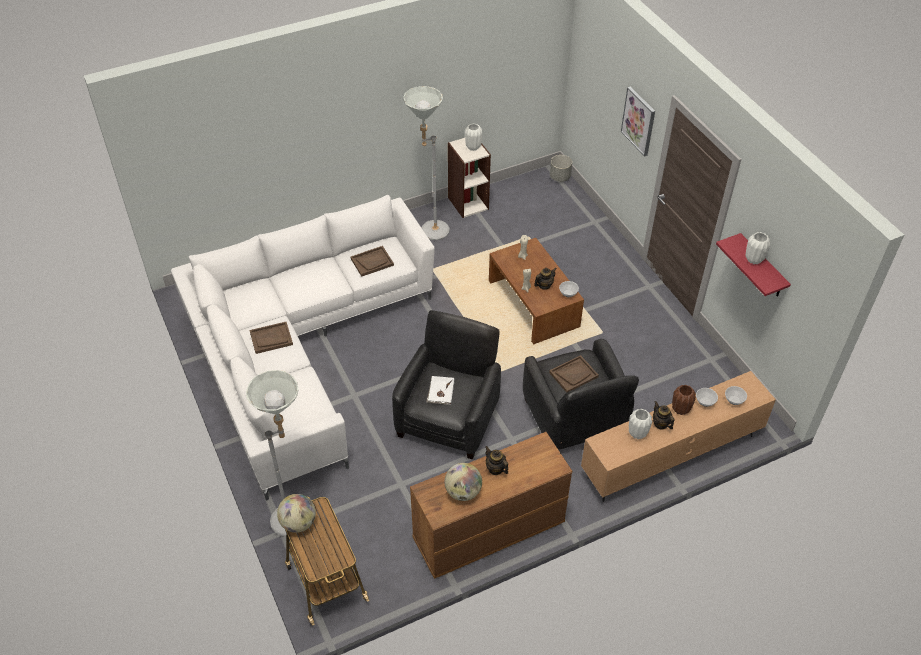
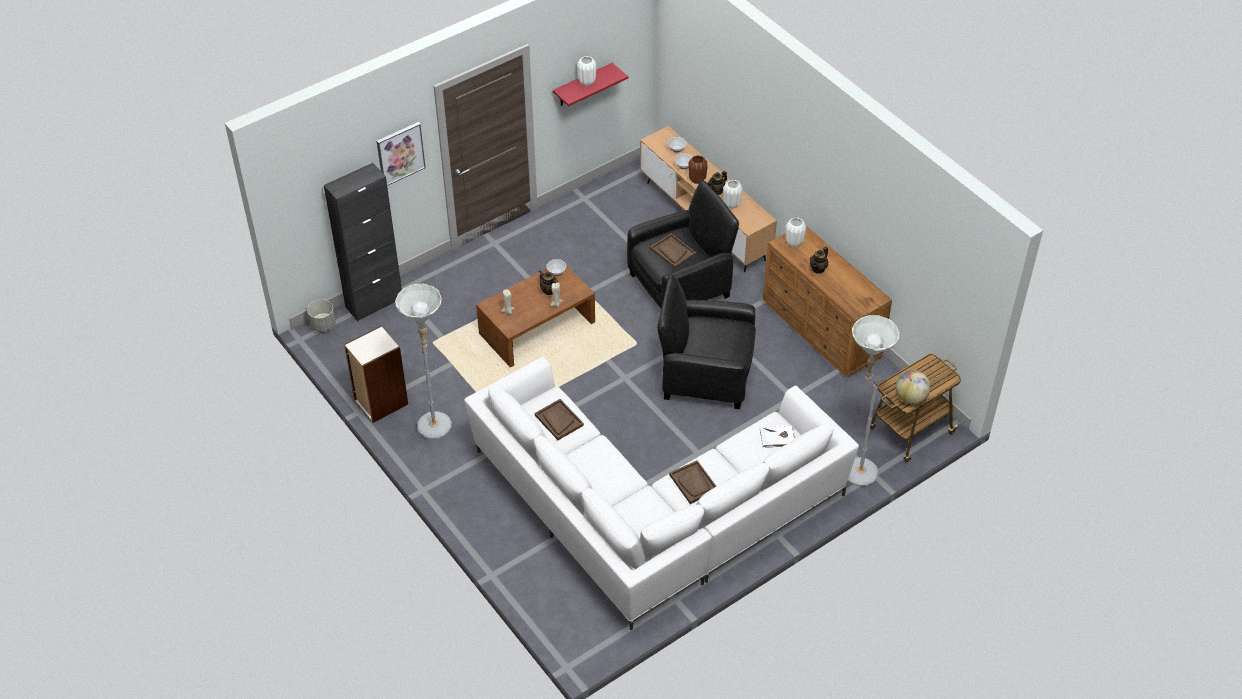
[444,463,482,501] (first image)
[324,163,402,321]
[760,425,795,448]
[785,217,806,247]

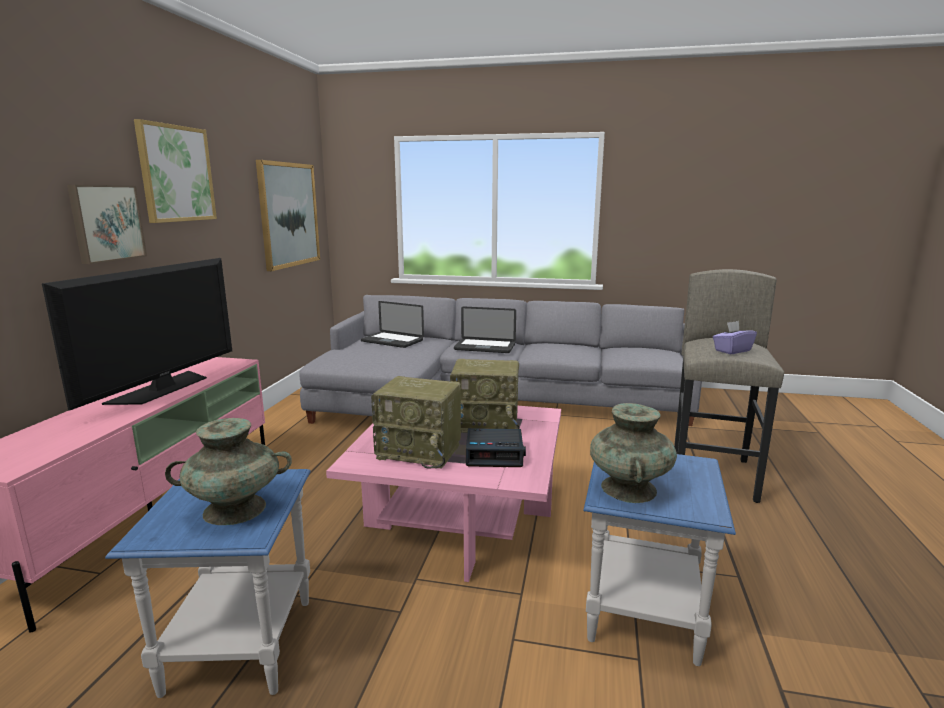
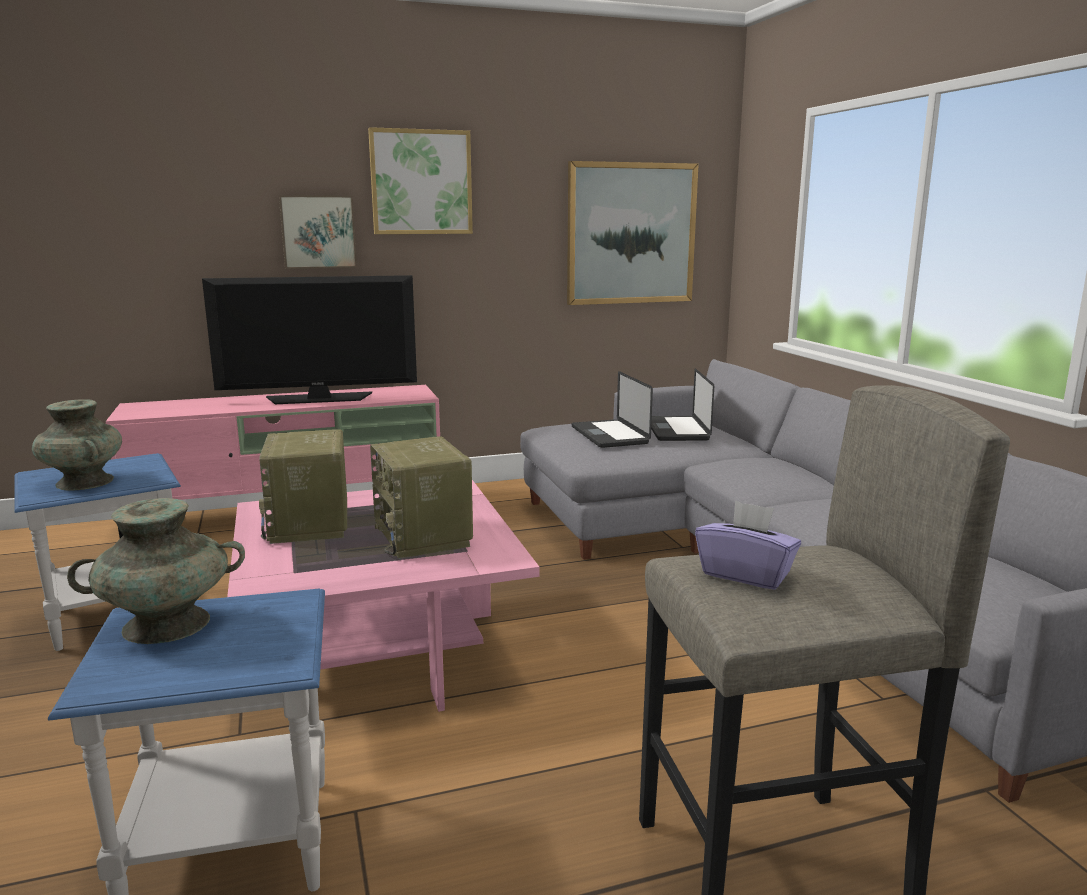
[466,428,526,467] (first image)
[572,371,653,448]

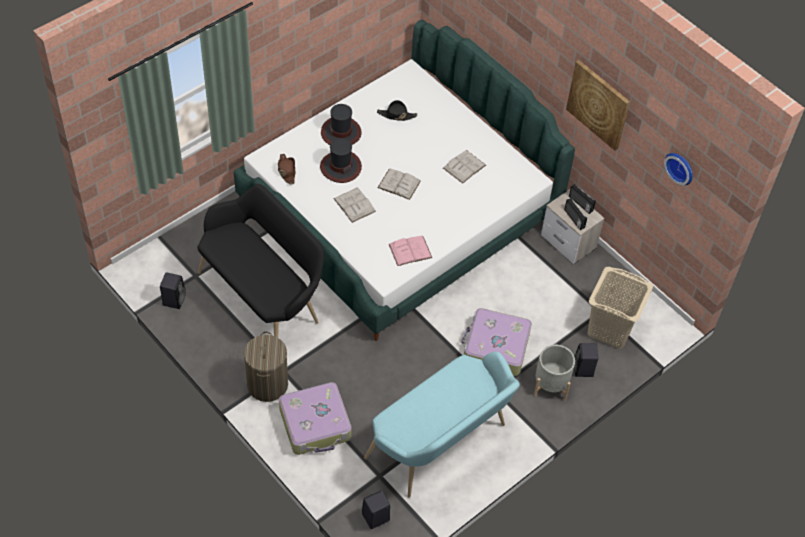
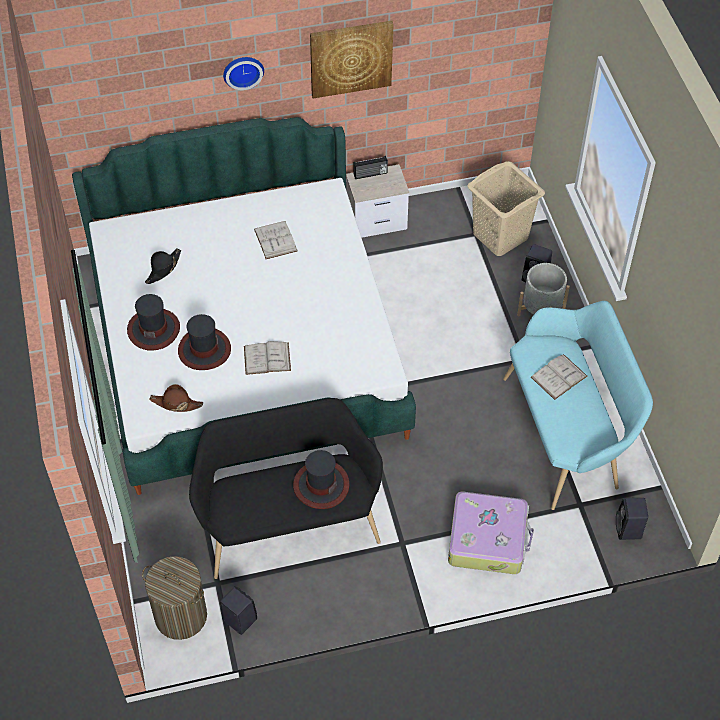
[389,236,432,266] (first image)
[461,308,532,376] (first image)
[564,198,587,230] (first image)
[293,450,349,509]
[142,556,207,640]
[531,354,588,400]
[223,57,264,90]

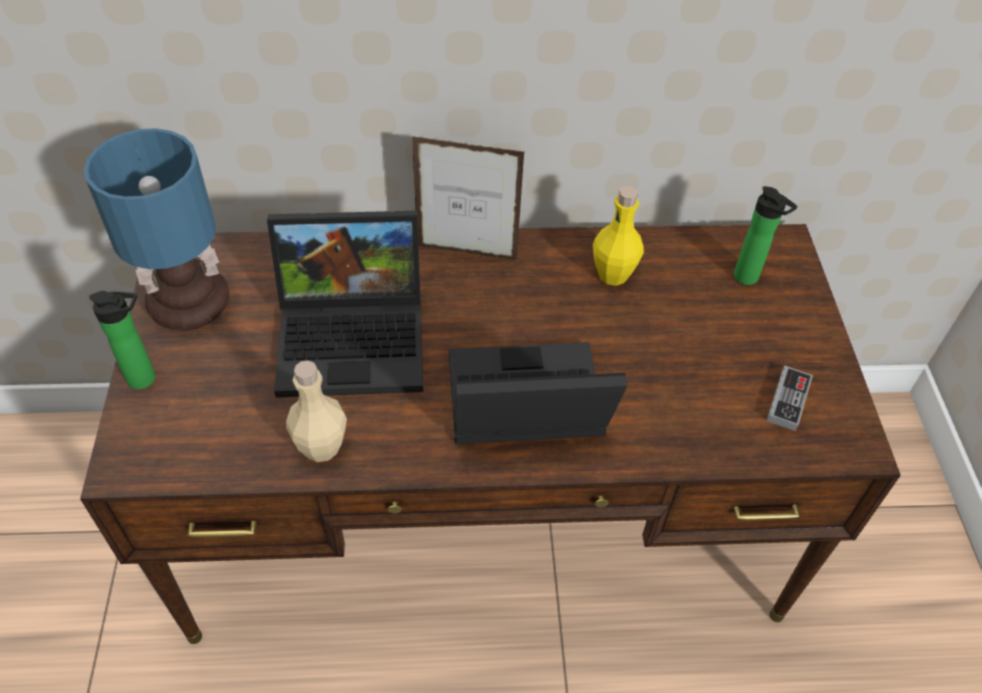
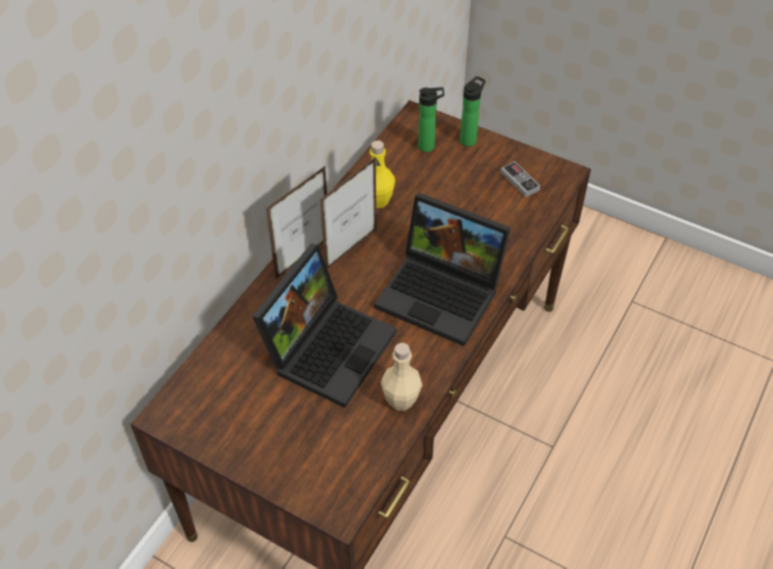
[84,128,229,331] (first image)
[320,157,377,269]
[460,76,486,147]
[374,193,511,346]

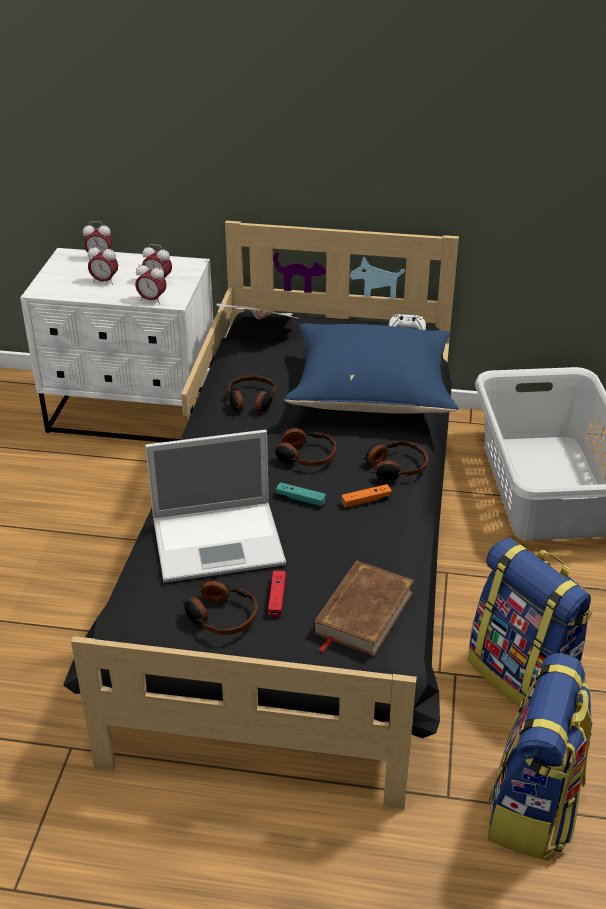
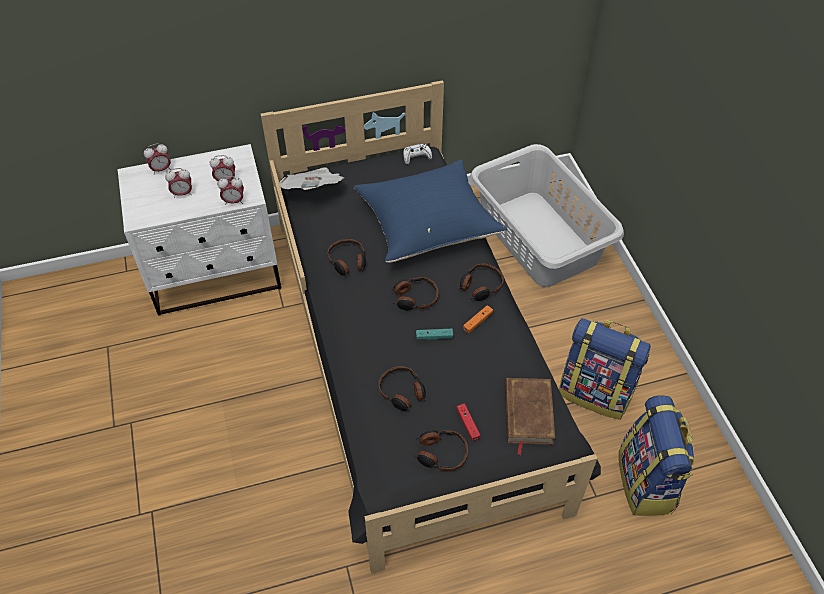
[379,366,426,411]

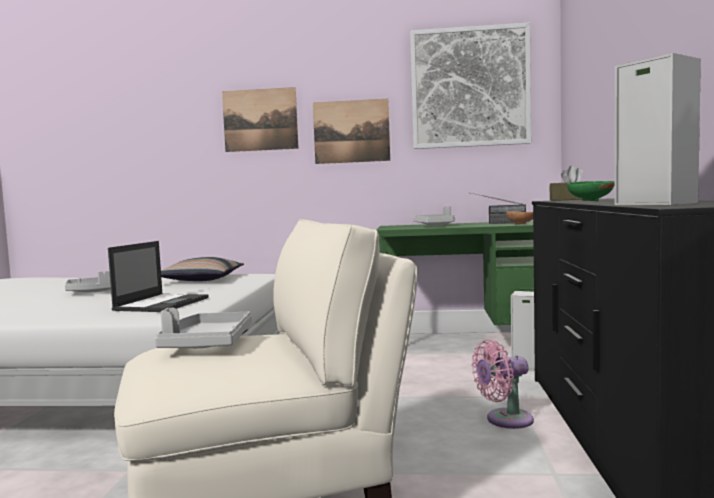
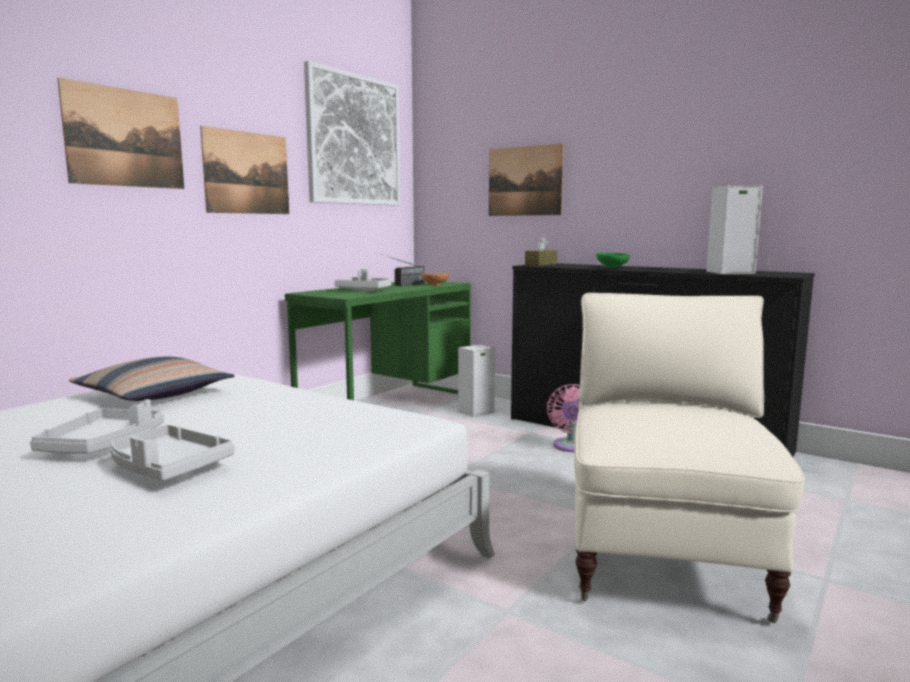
[108,241,209,312] (first image)
[489,143,564,216]
[110,424,235,481]

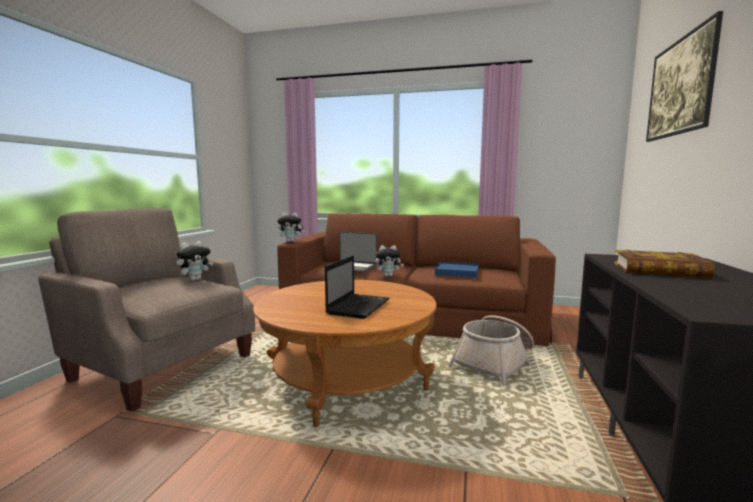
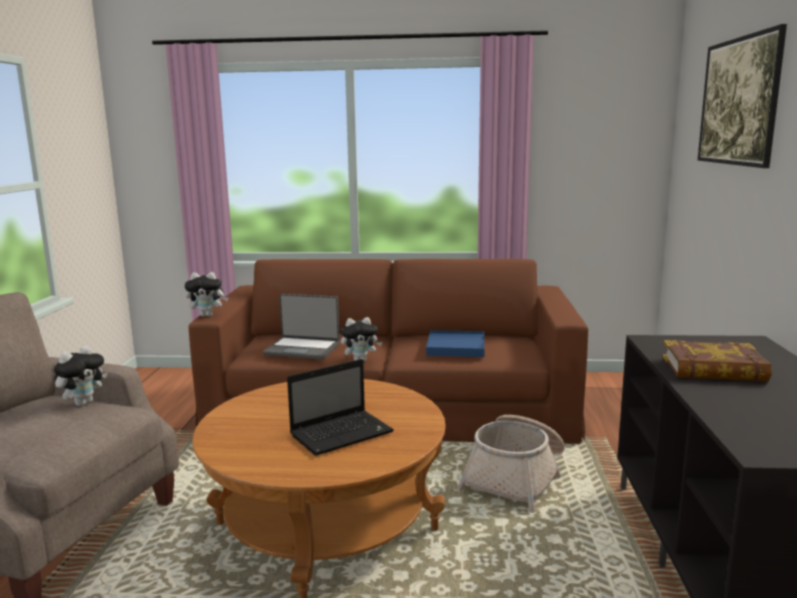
[287,359,394,456]

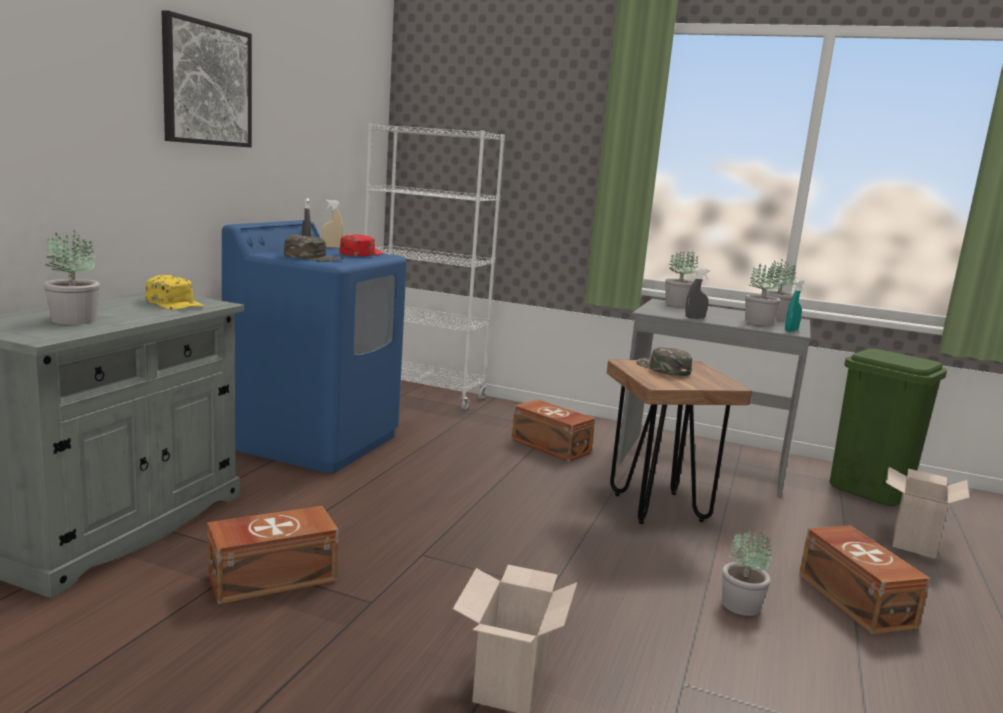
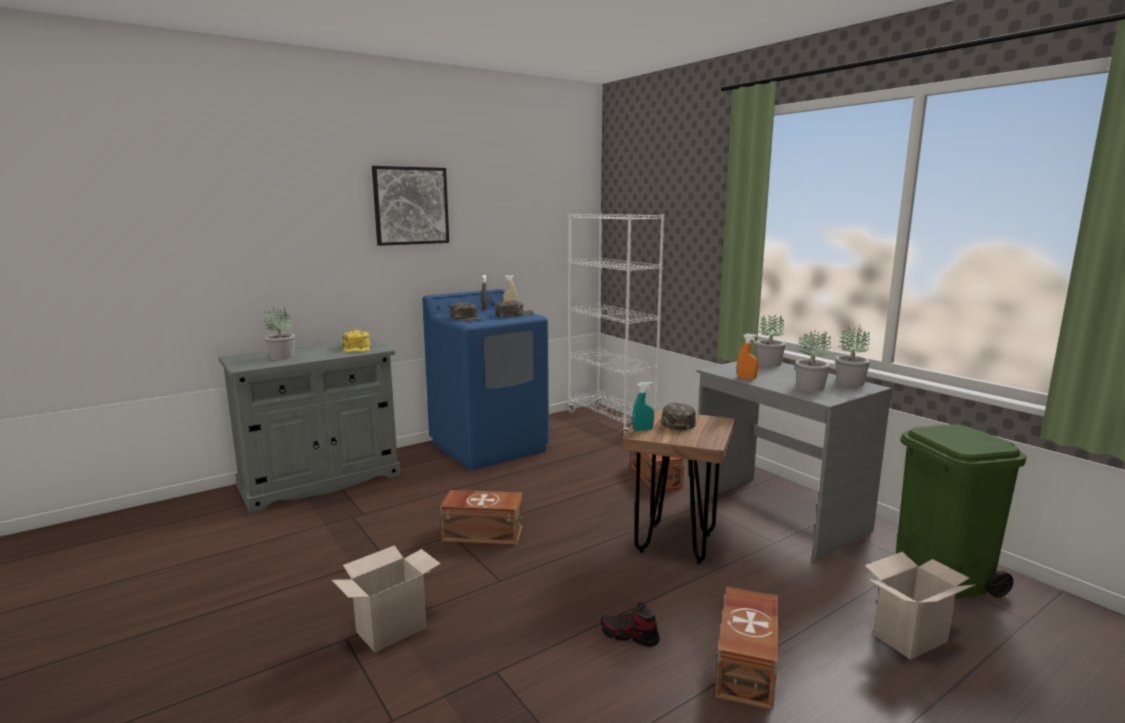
[440,490,523,545]
[632,382,654,431]
[601,603,660,647]
[496,300,534,317]
[737,334,758,380]

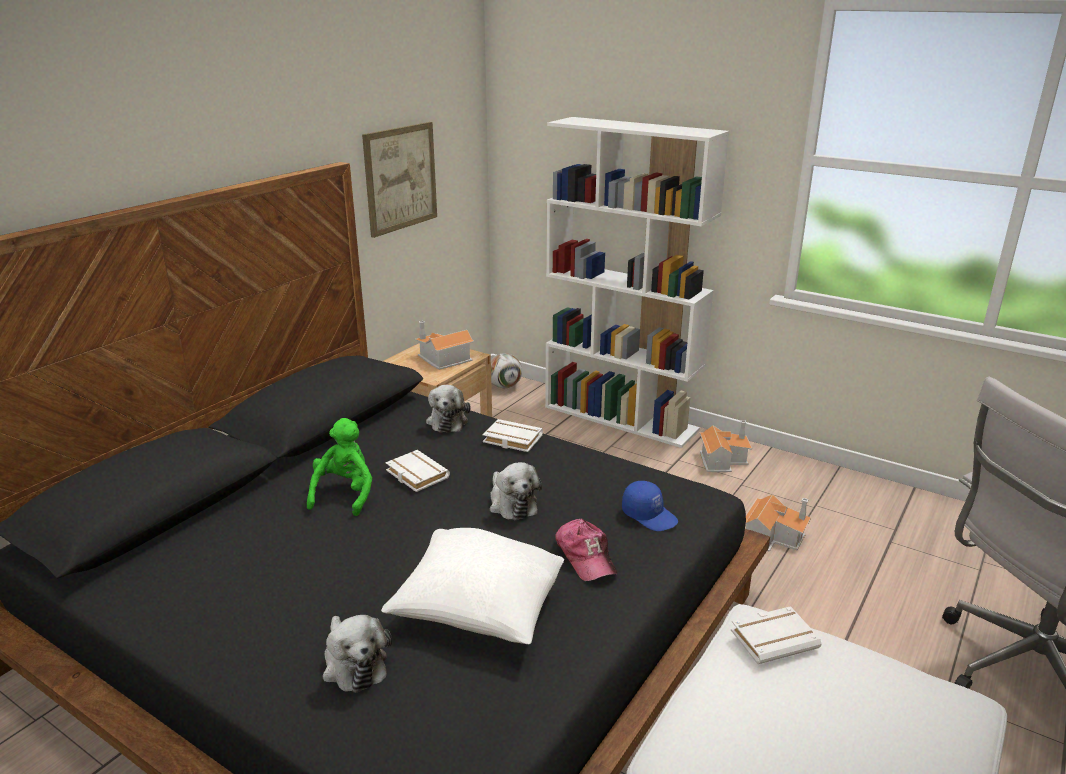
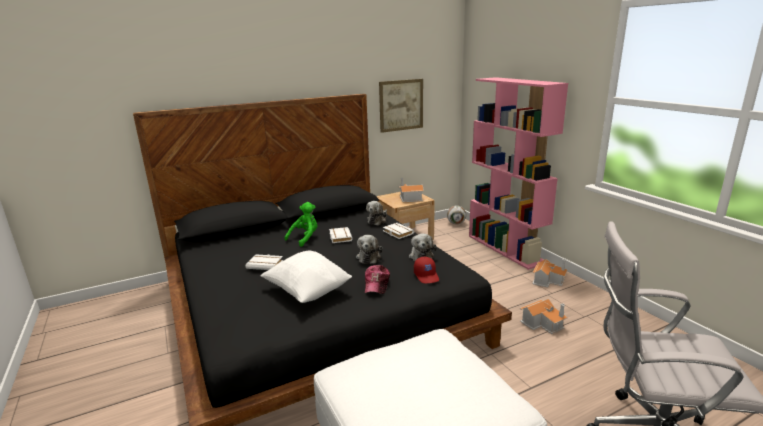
[409,233,437,262]
[246,254,283,270]
[469,77,568,270]
[414,257,439,283]

